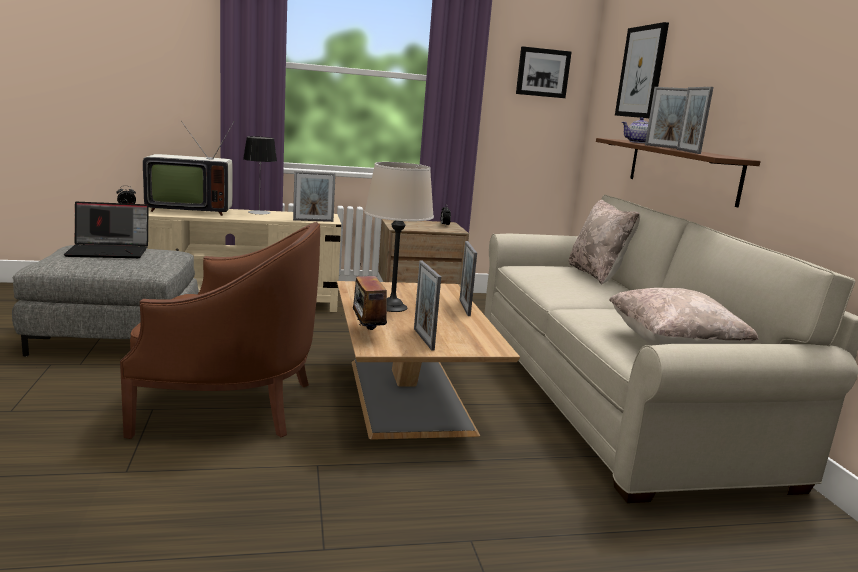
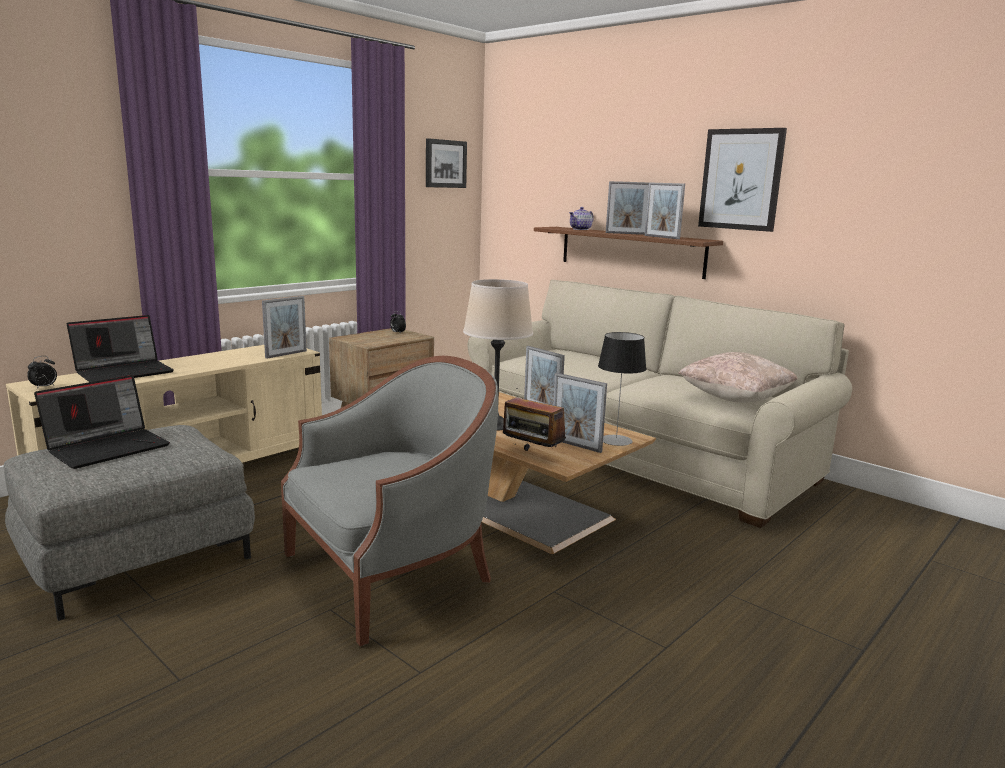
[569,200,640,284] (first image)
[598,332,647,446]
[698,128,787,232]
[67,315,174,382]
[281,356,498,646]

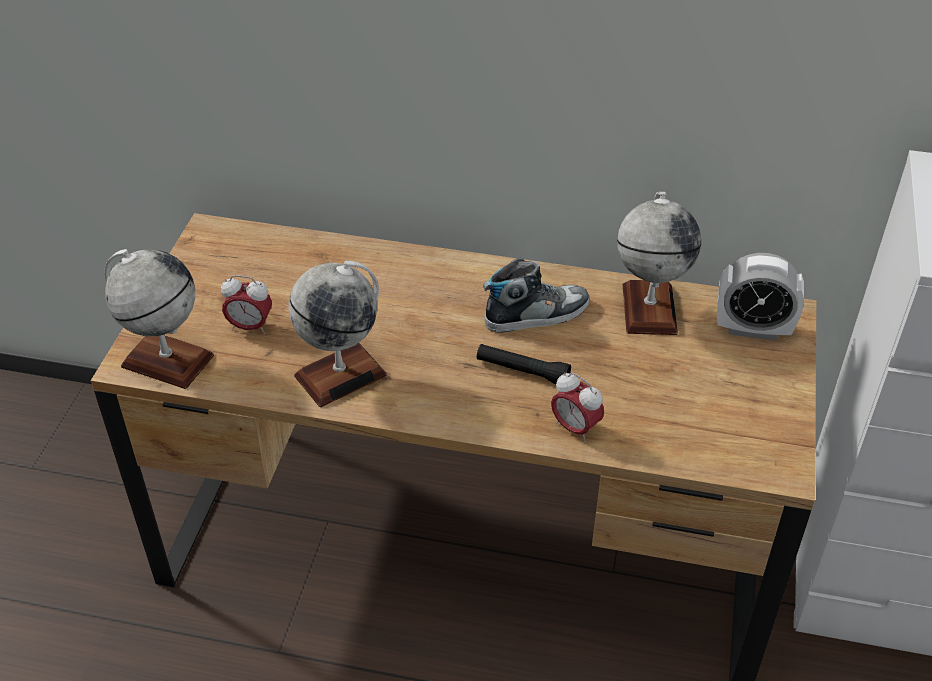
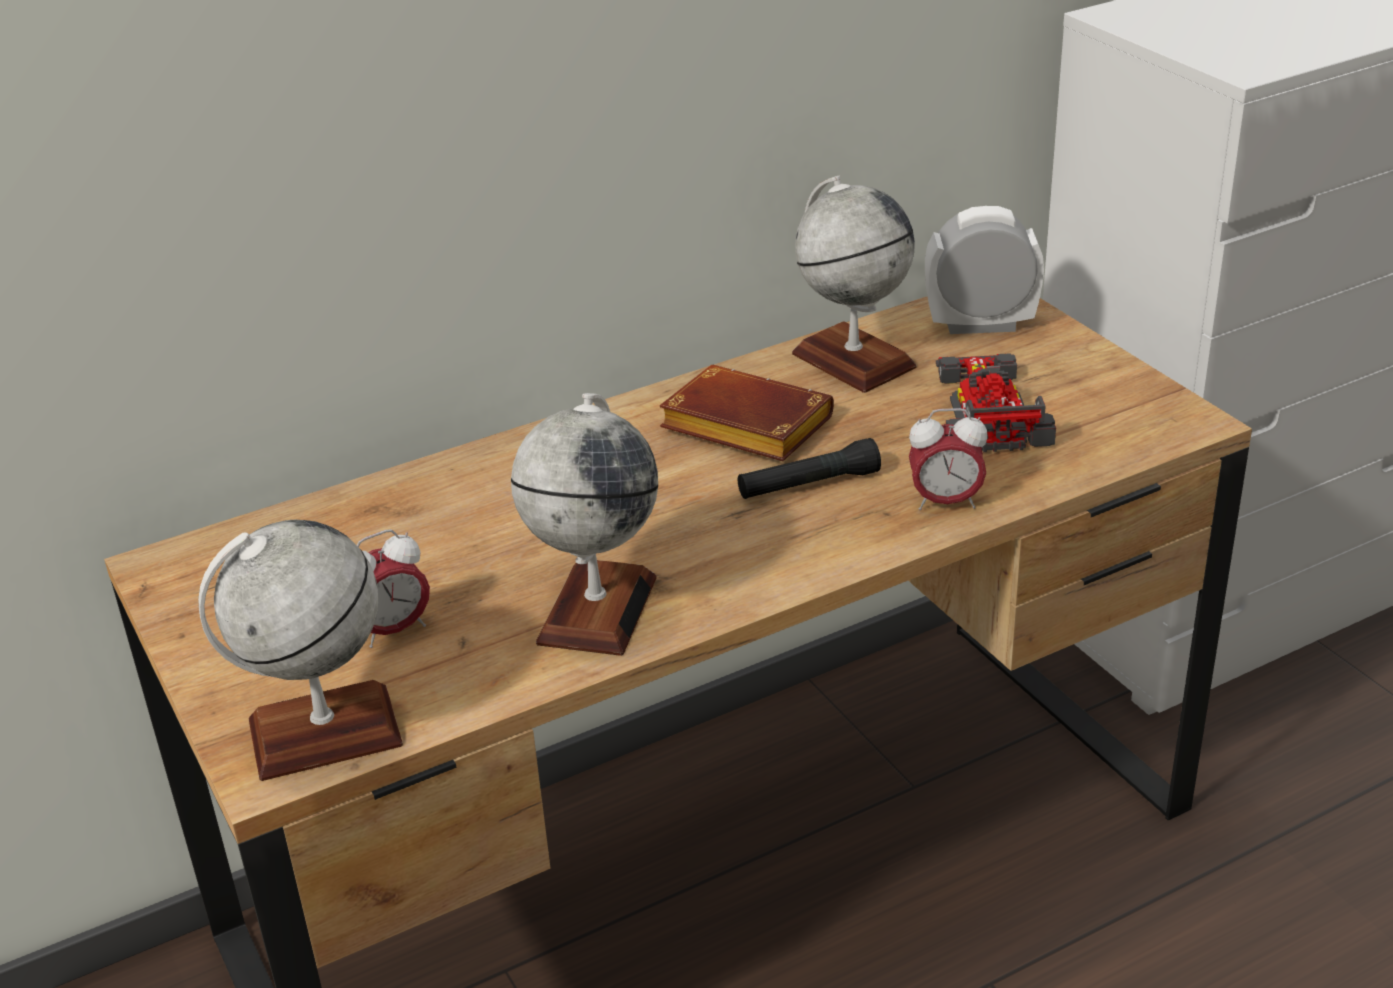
[936,353,1056,452]
[660,365,834,461]
[925,206,1044,334]

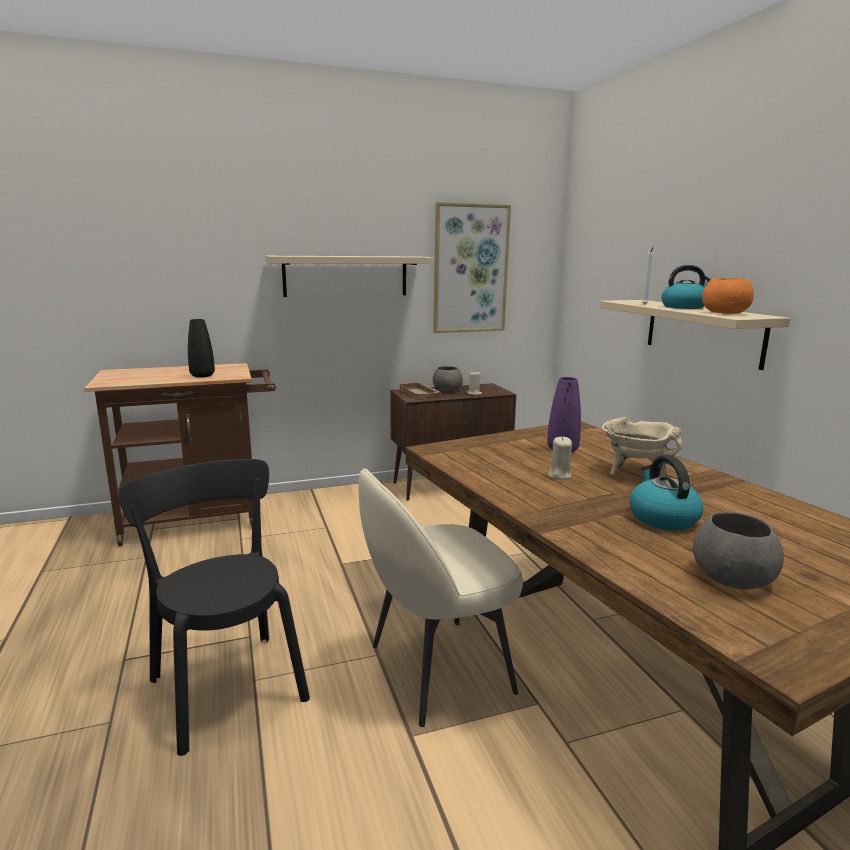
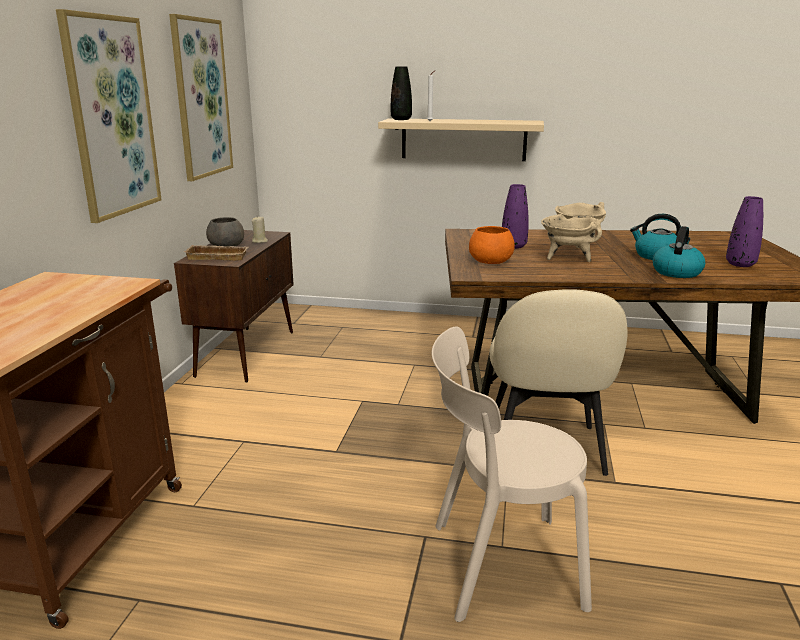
[391,67,412,120]
[653,226,705,278]
[469,226,515,264]
[56,9,161,223]
[541,214,602,262]
[726,196,763,267]
[432,326,592,622]

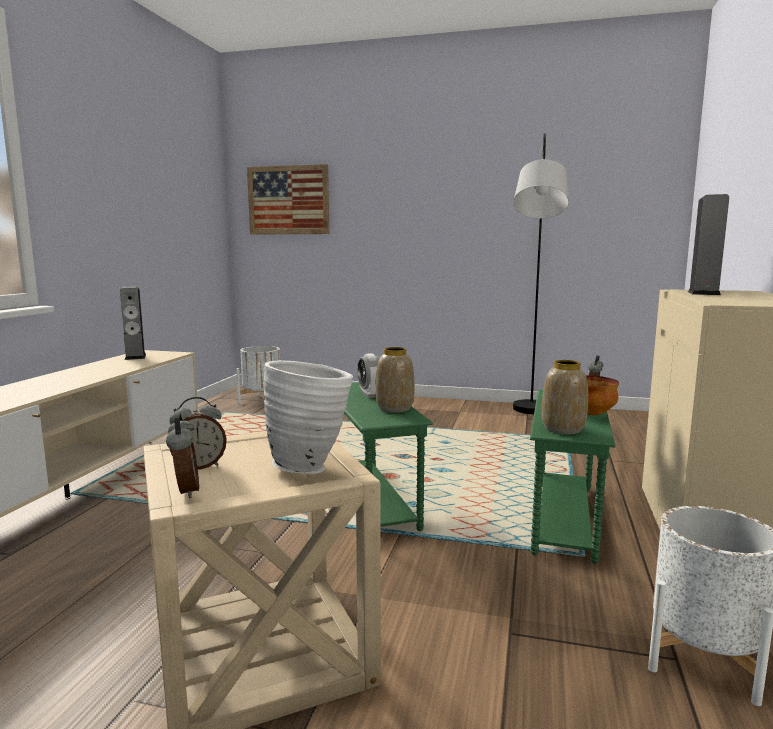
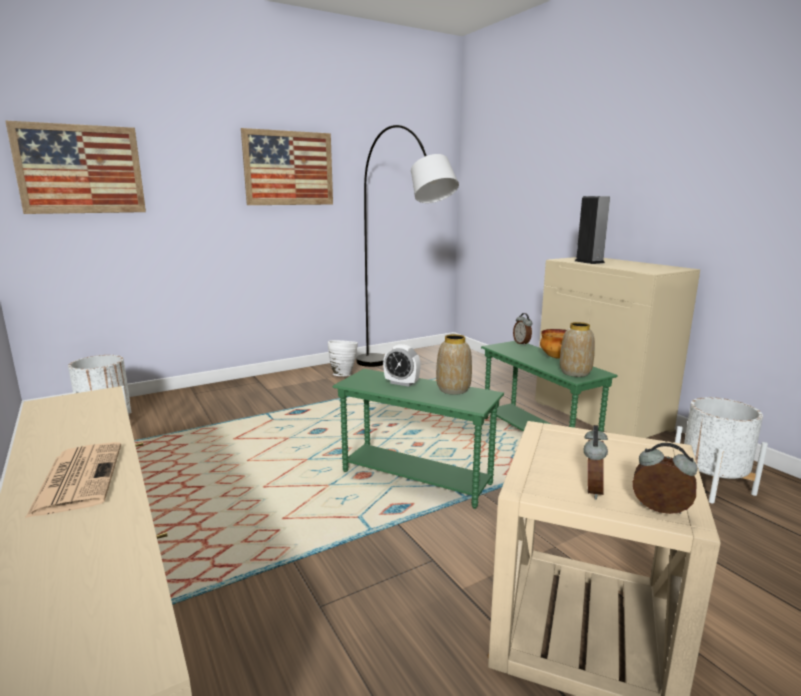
[120,286,146,360] (first image)
[25,442,121,518]
[241,128,333,205]
[328,340,358,376]

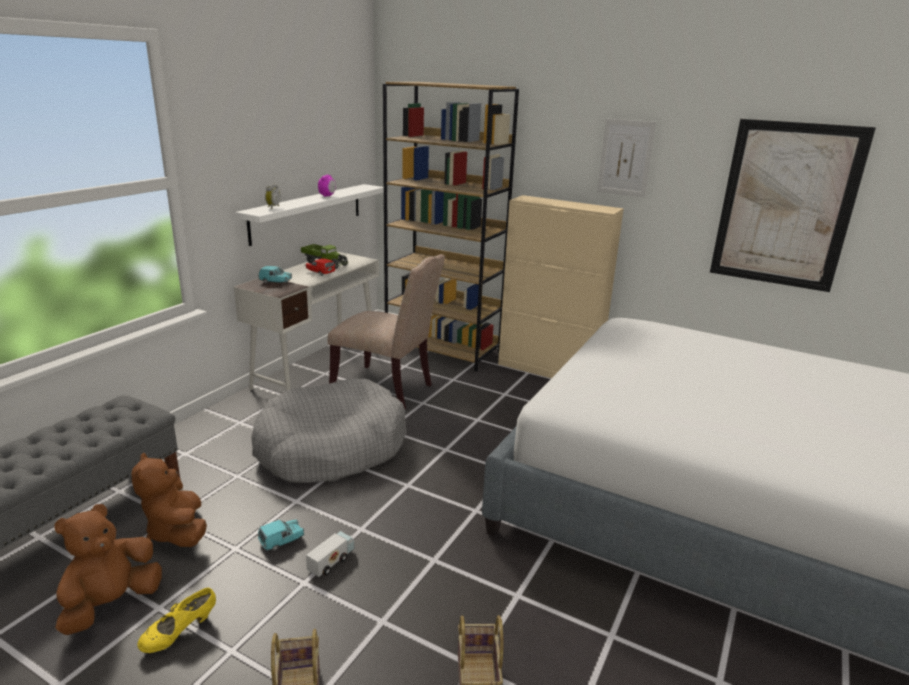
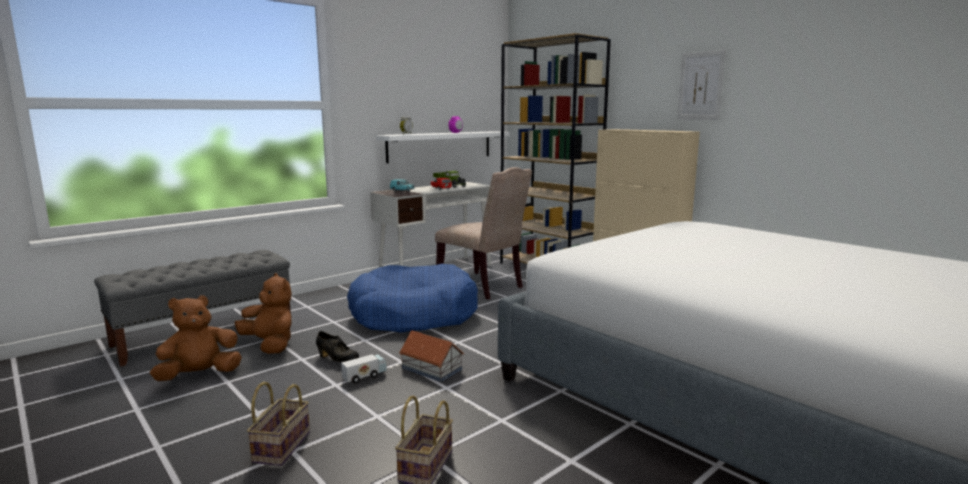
[137,588,216,653] (first image)
[710,119,876,292] (first image)
[399,330,464,382]
[316,331,359,362]
[347,264,478,333]
[234,273,292,354]

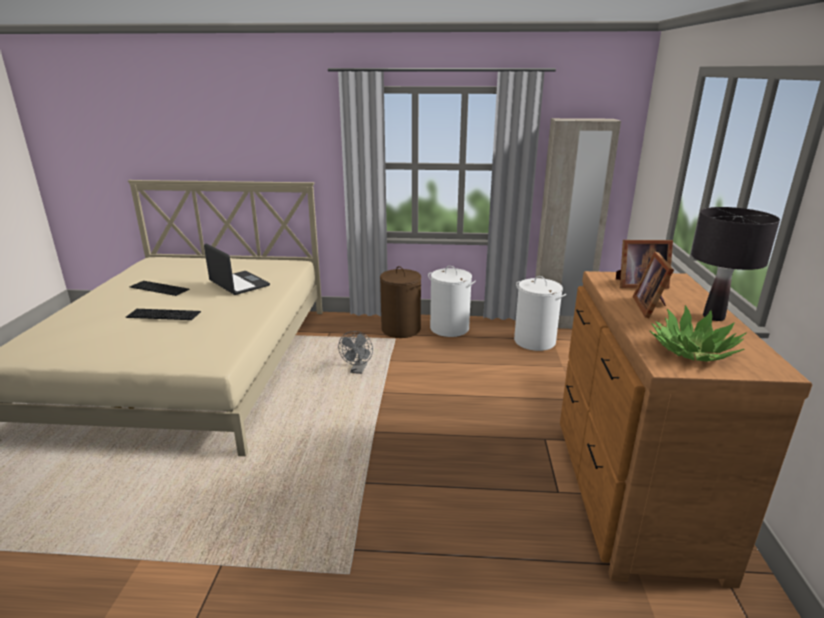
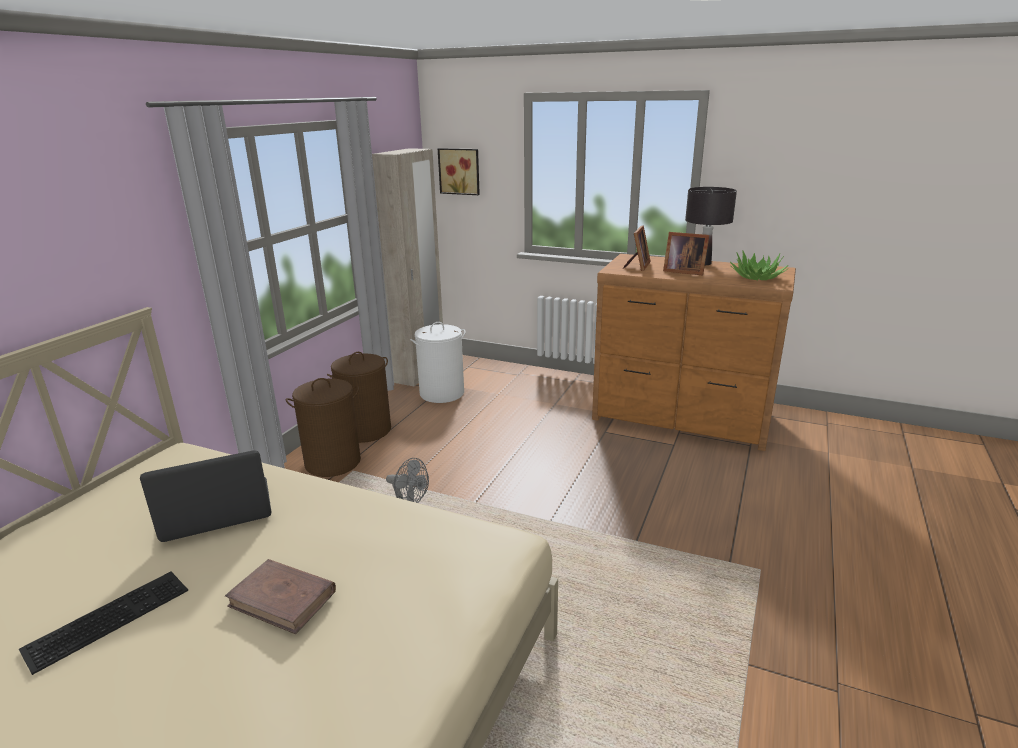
[438,148,480,195]
[225,559,336,634]
[327,352,391,443]

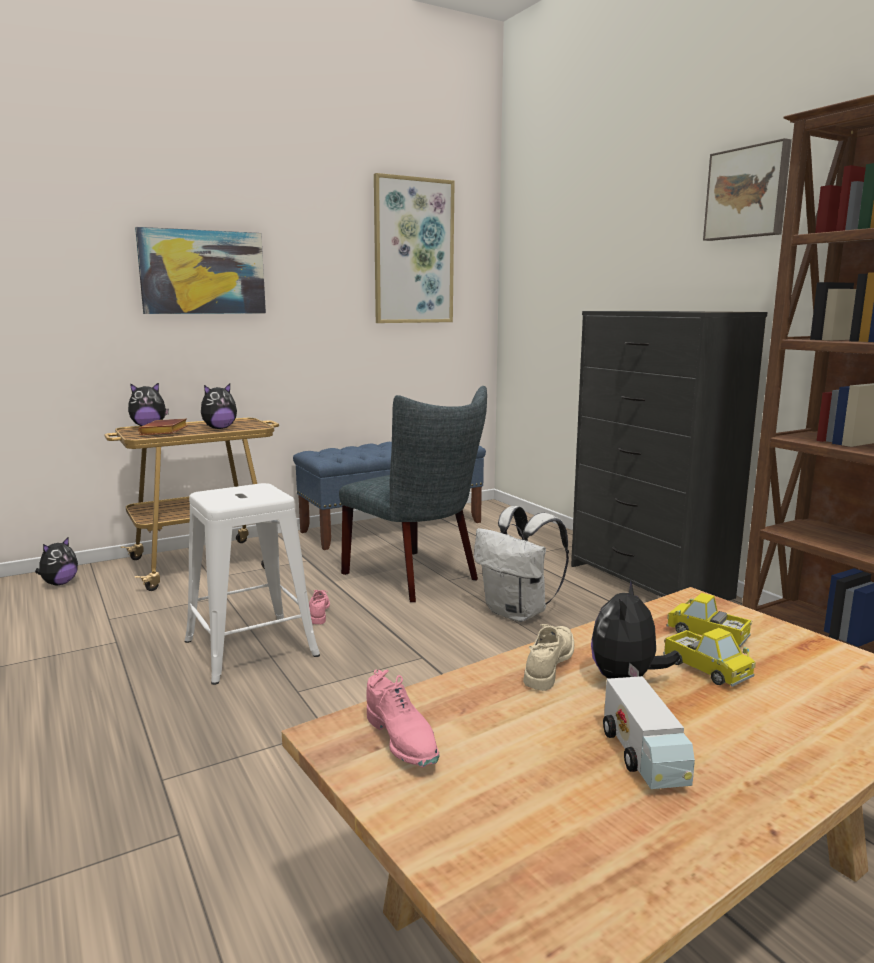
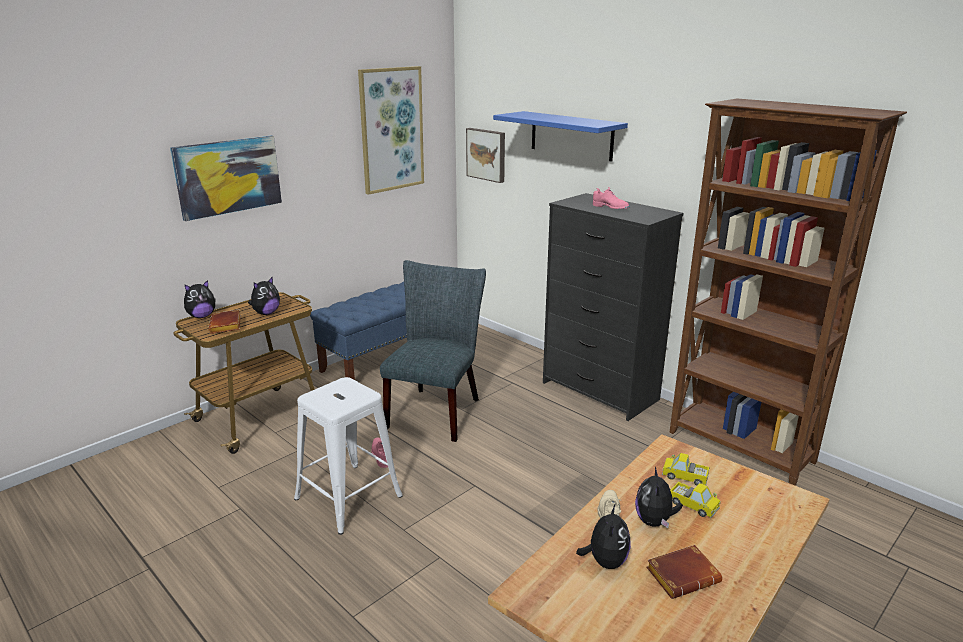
[474,506,569,622] (first image)
[493,111,628,162]
[576,504,631,569]
[593,187,630,209]
[466,128,505,183]
[646,545,722,599]
[380,260,486,442]

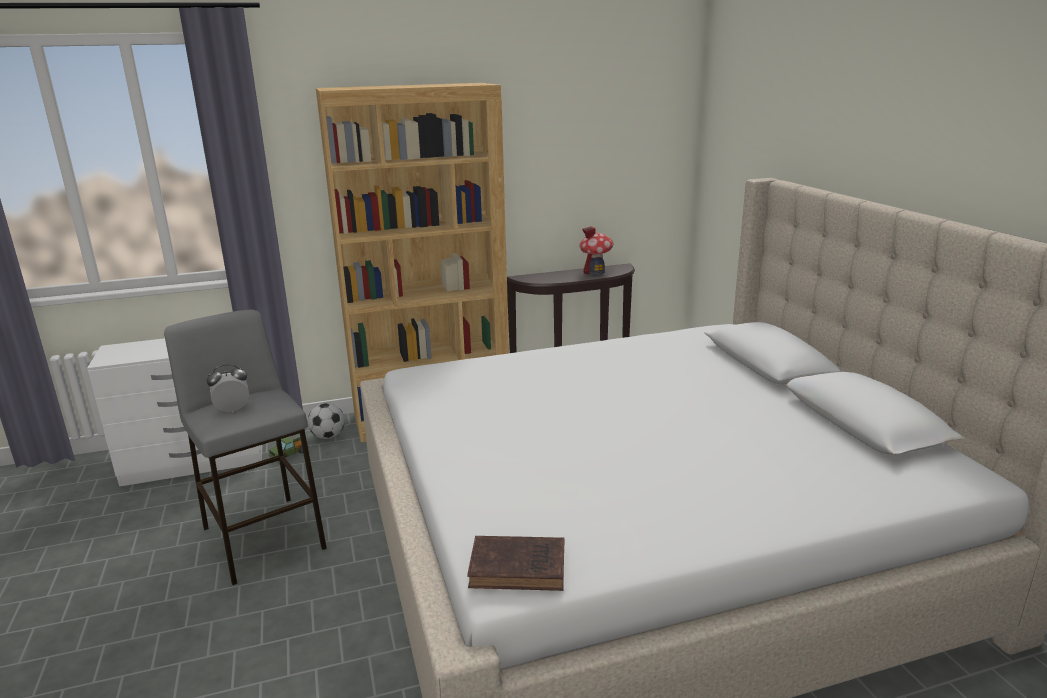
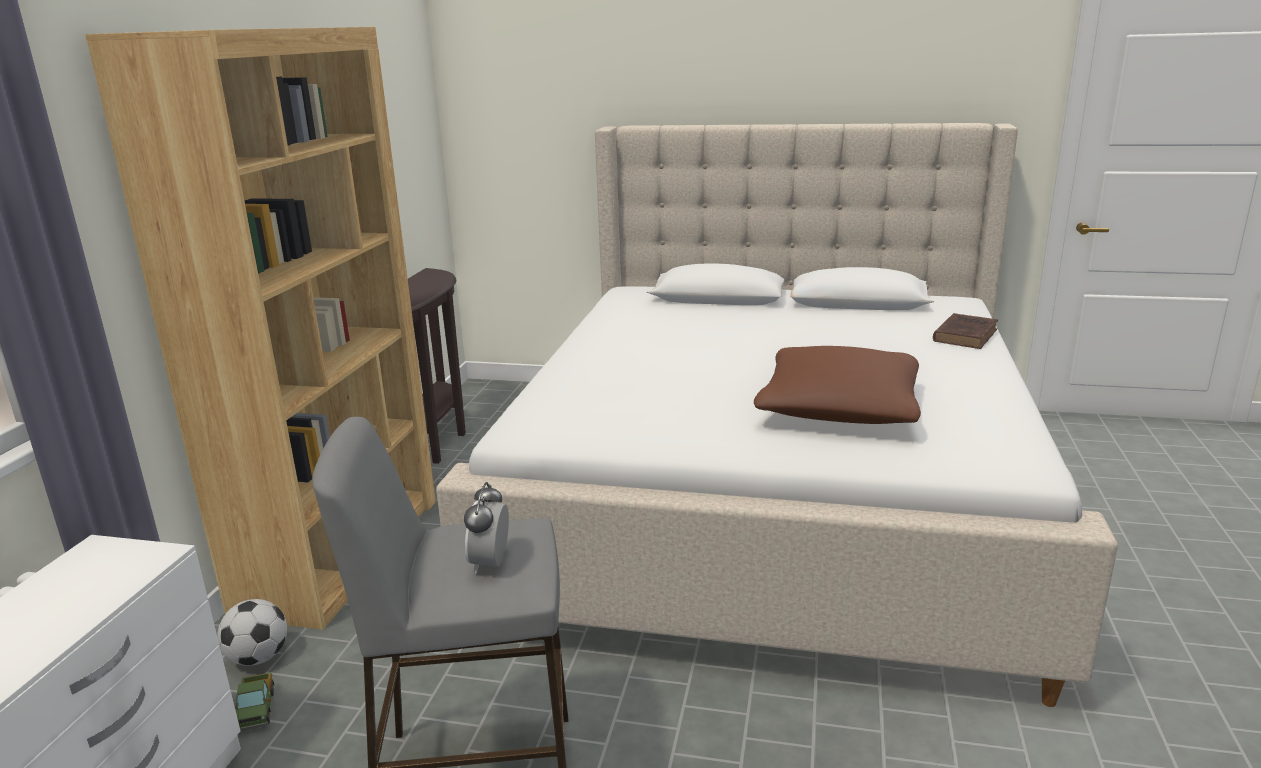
[579,226,614,275] (first image)
[754,346,921,424]
[933,313,998,349]

